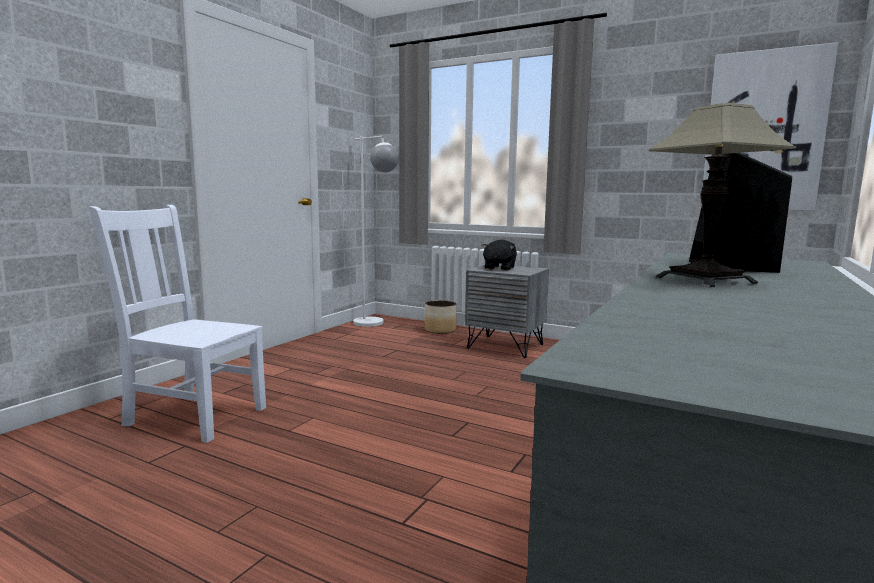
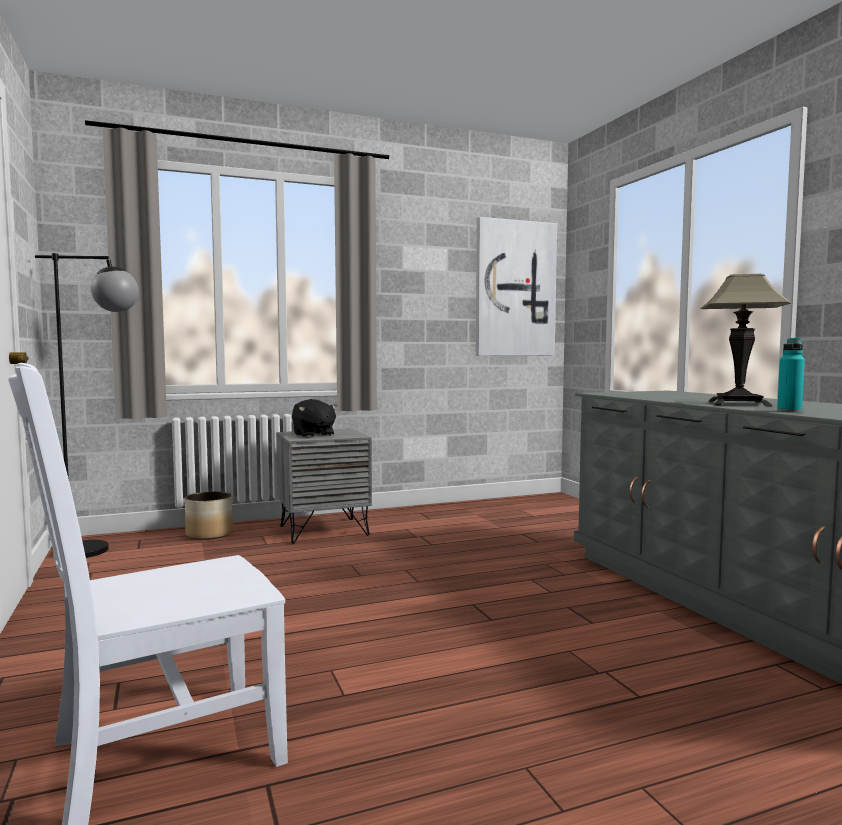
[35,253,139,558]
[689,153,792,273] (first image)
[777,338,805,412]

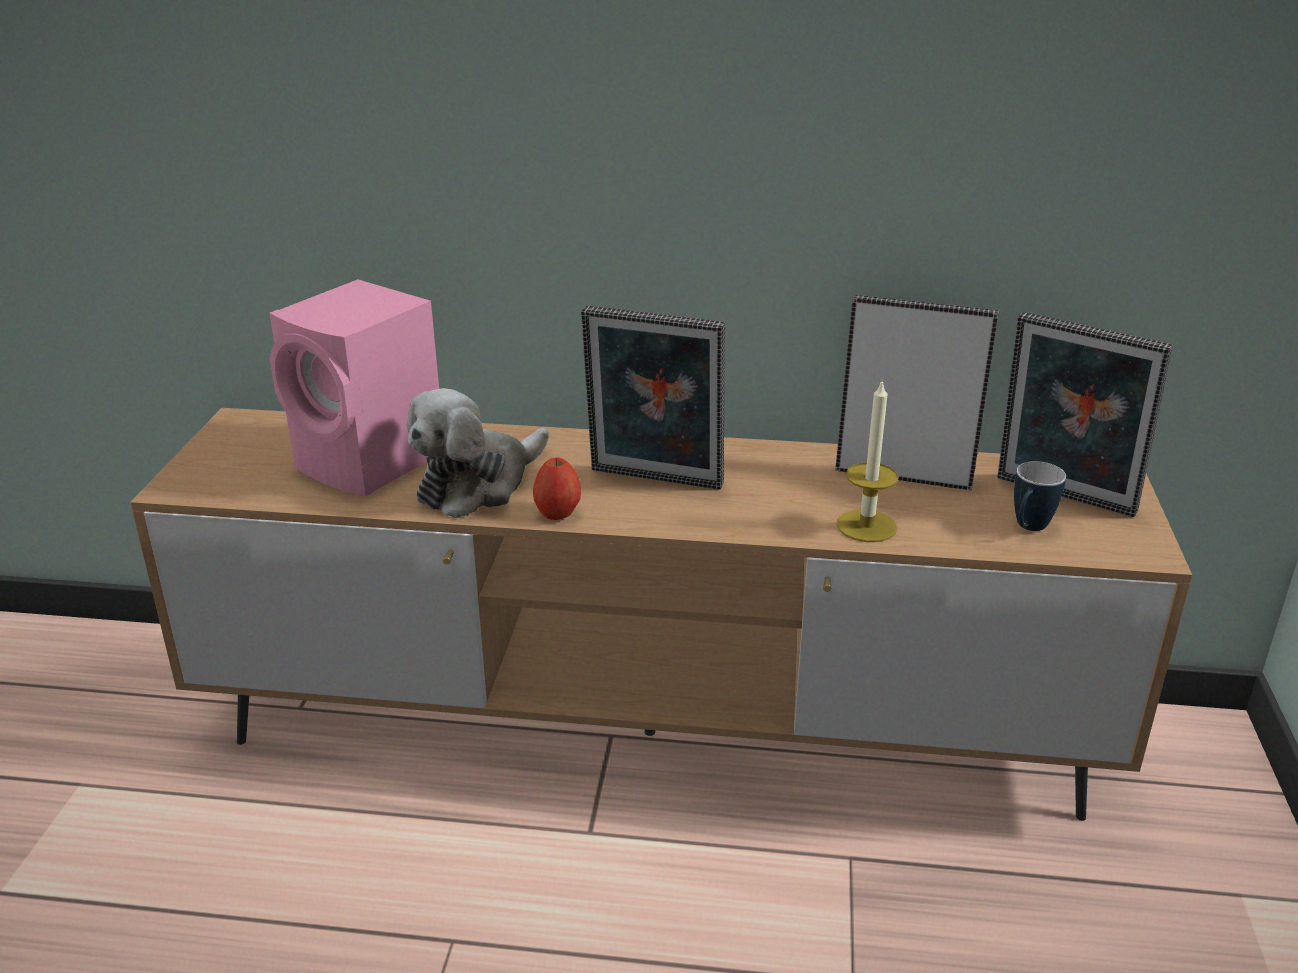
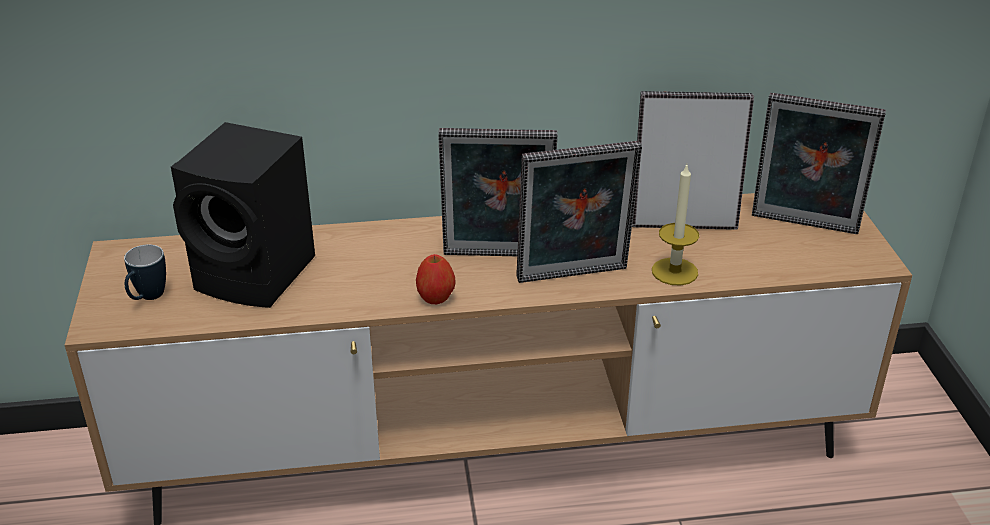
[171,122,315,308]
[406,388,549,518] (first image)
[124,245,166,300]
[517,141,642,283]

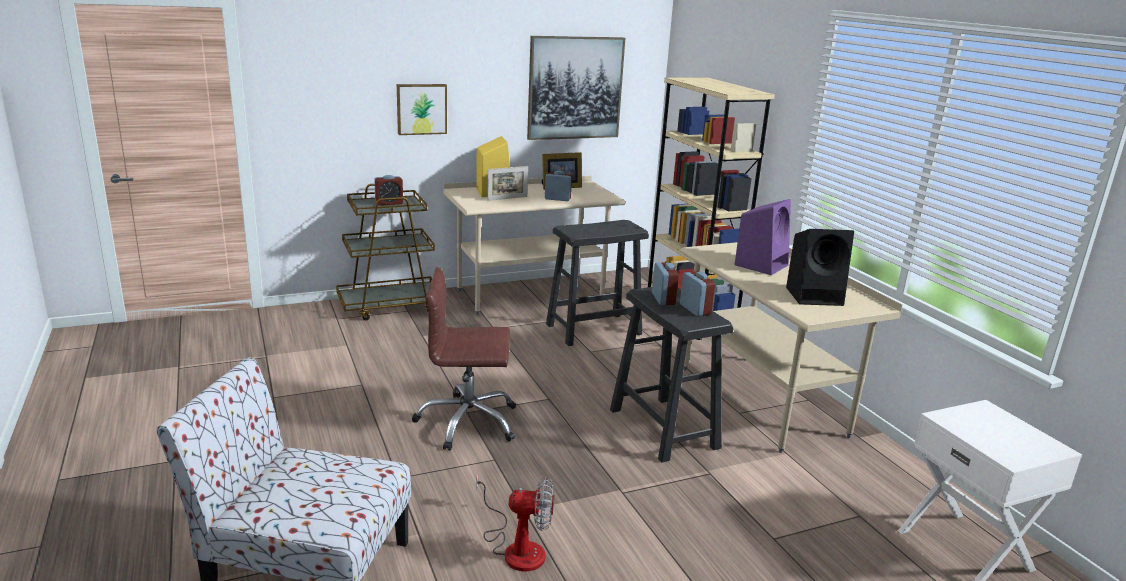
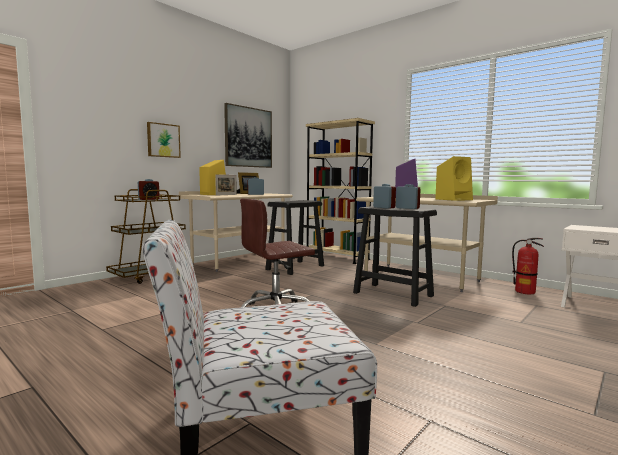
[435,156,473,201]
[476,472,554,571] (first image)
[512,238,544,294]

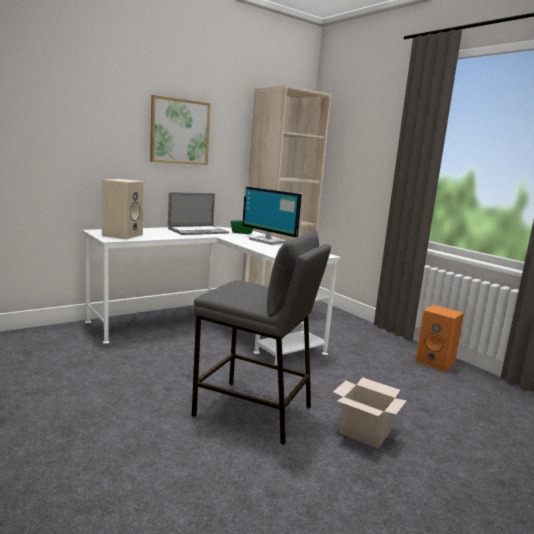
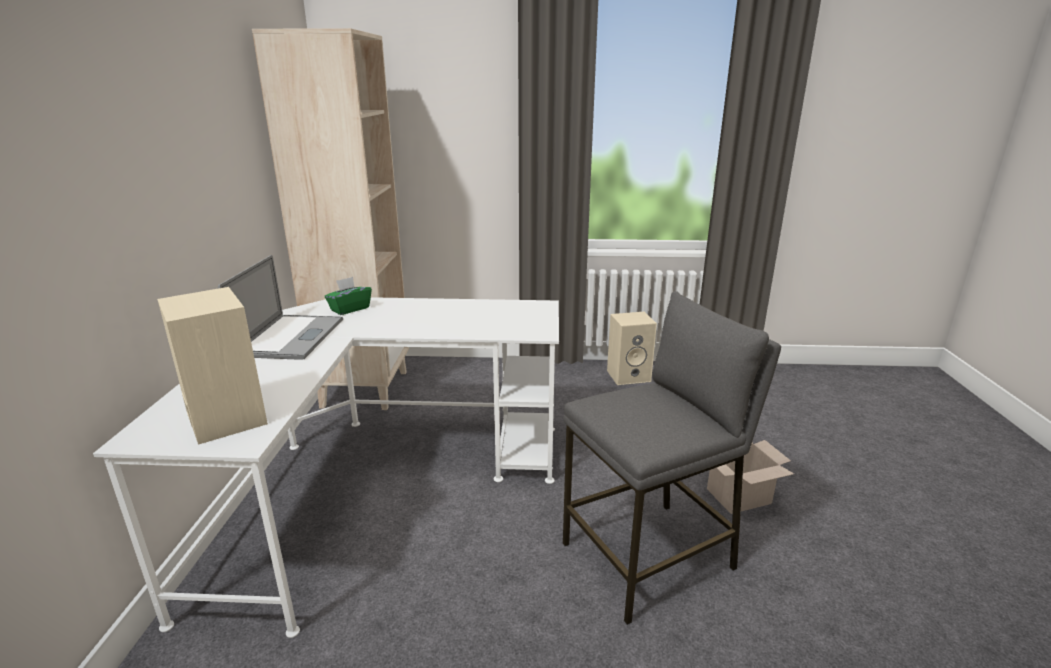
[150,95,211,165] (first image)
[242,186,303,245] (first image)
[607,312,657,385]

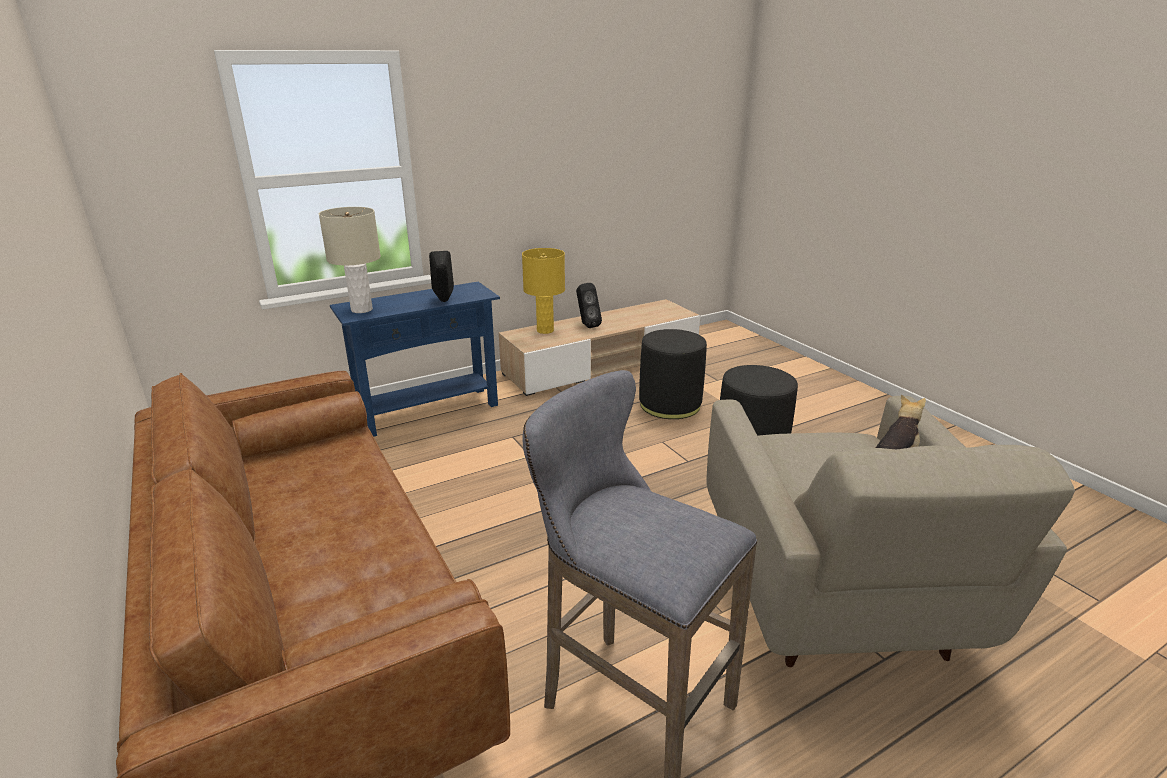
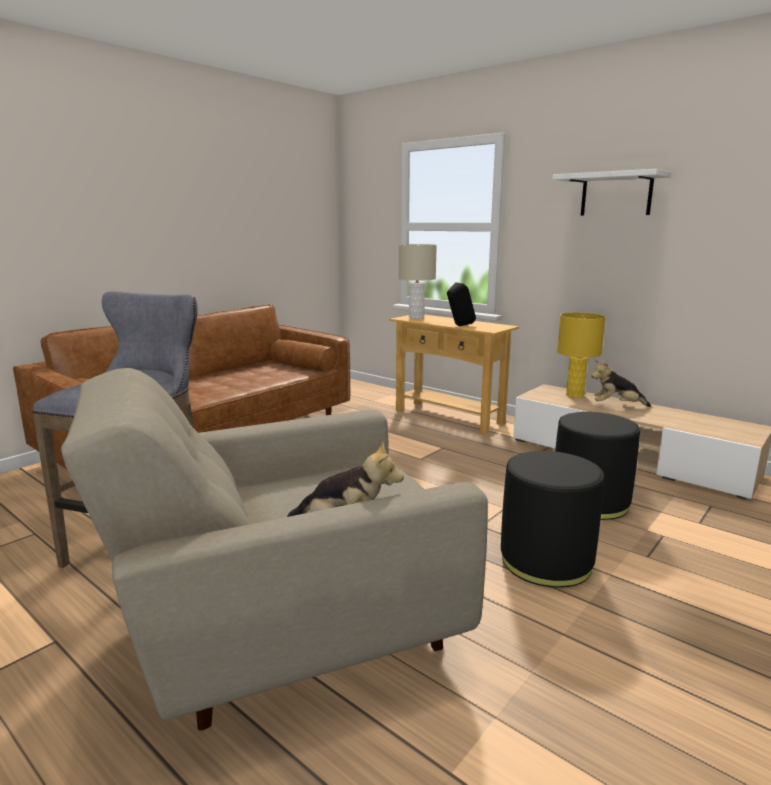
[389,315,519,434]
[591,360,651,407]
[552,169,671,215]

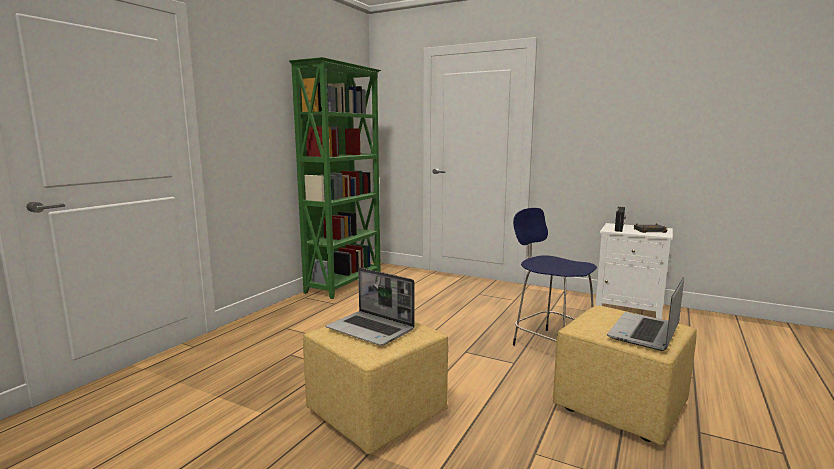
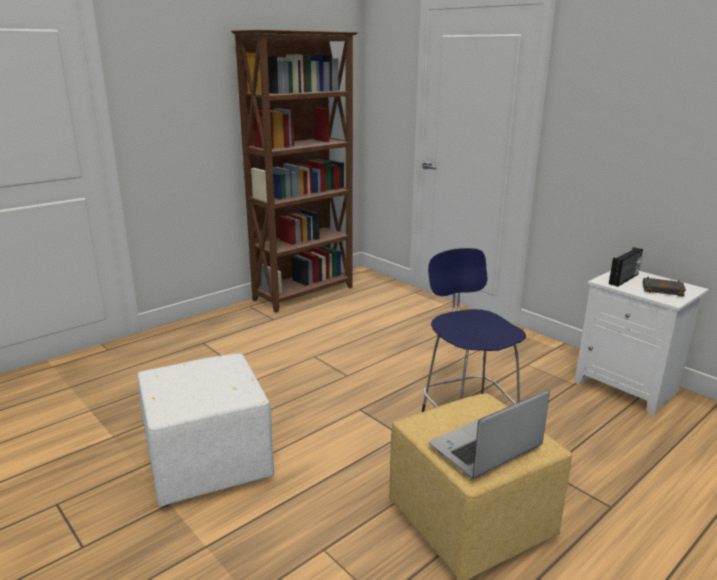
[231,30,358,313]
[326,268,415,346] (first image)
[137,353,274,507]

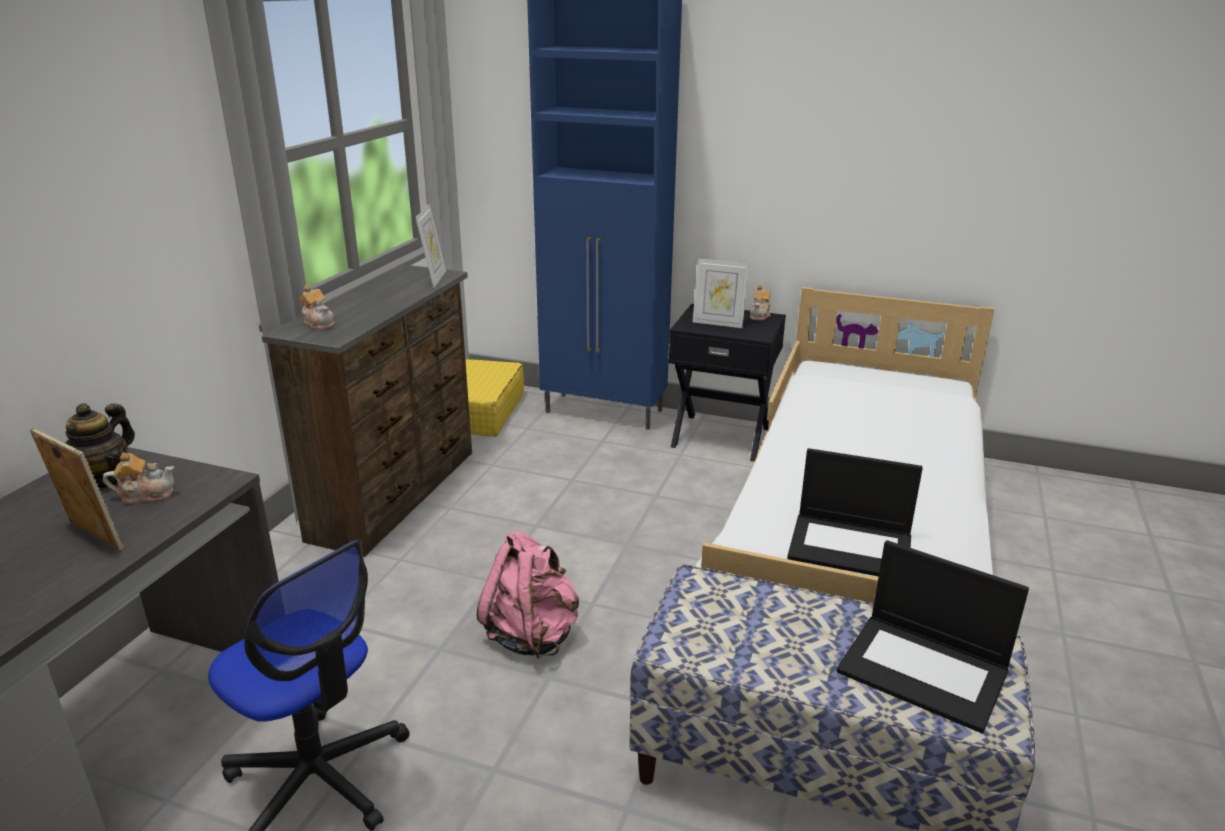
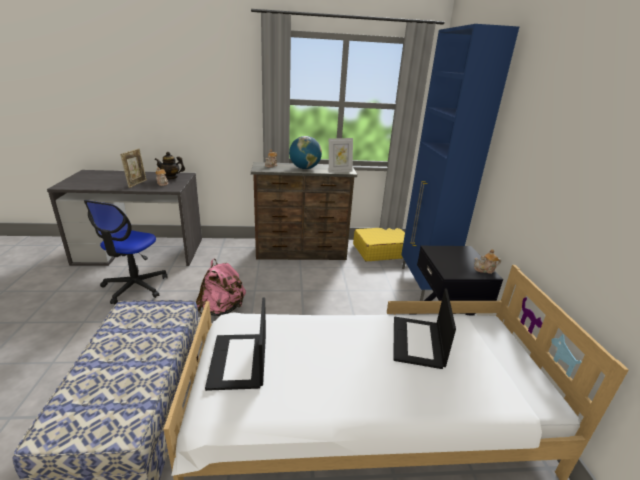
[693,259,749,328] (first image)
[393,289,456,369]
[289,136,322,169]

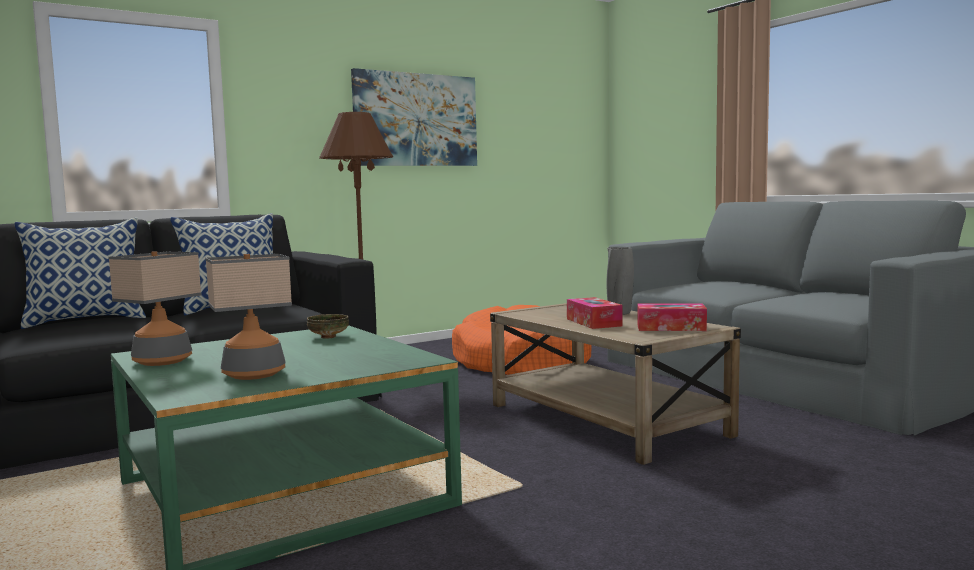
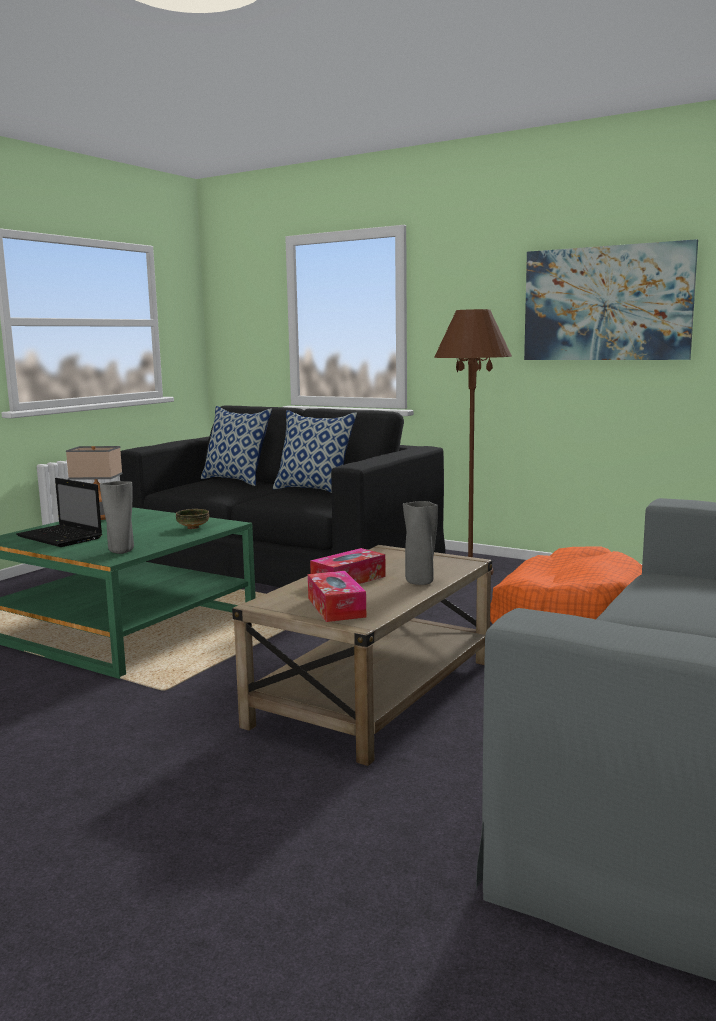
[16,478,102,547]
[100,481,134,554]

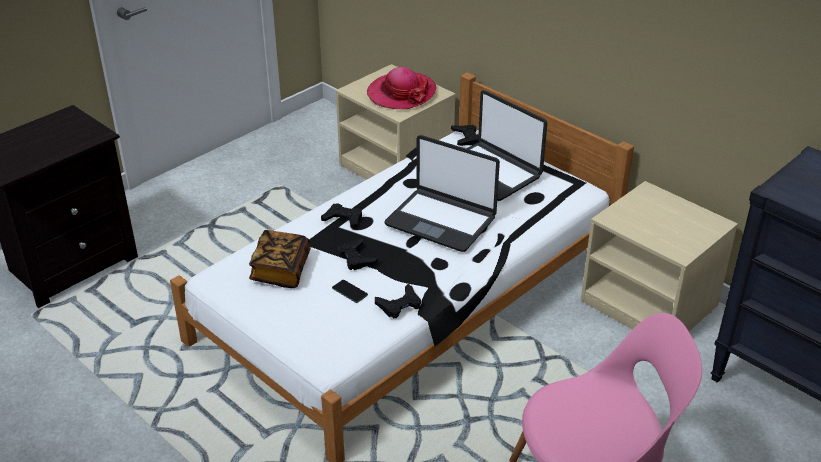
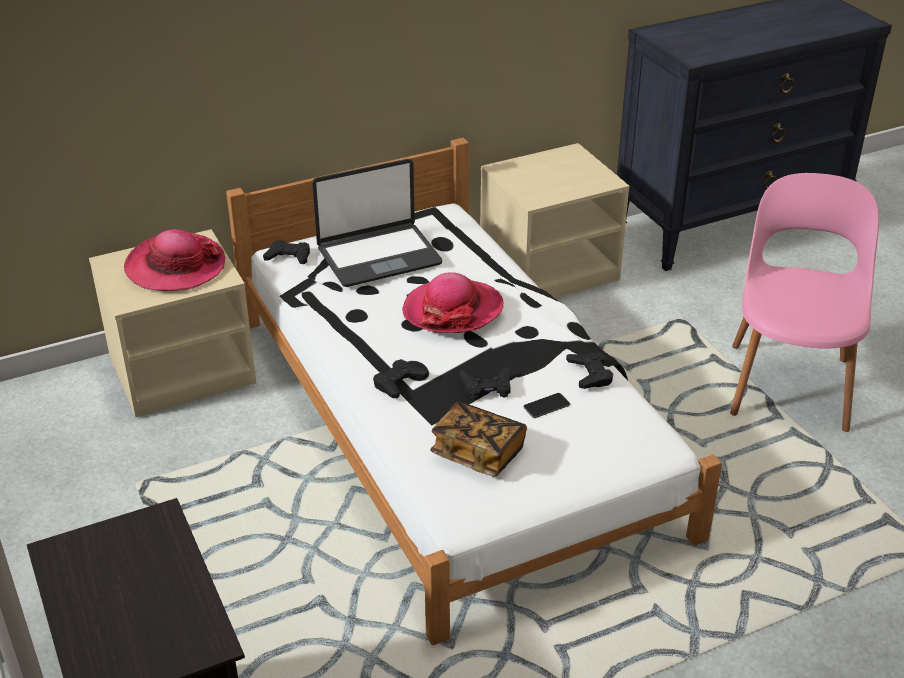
[402,272,504,333]

